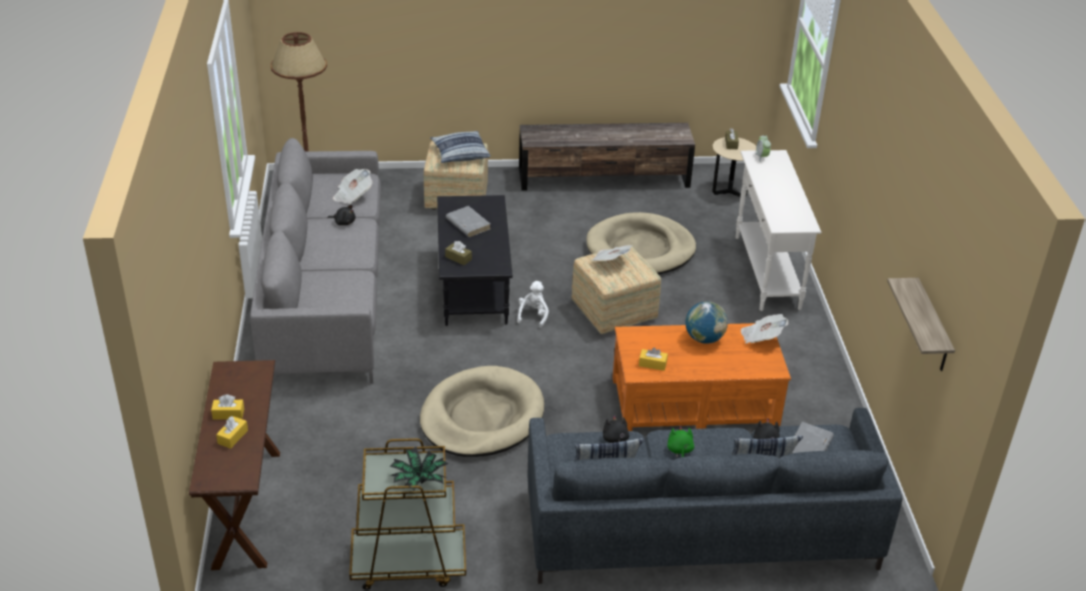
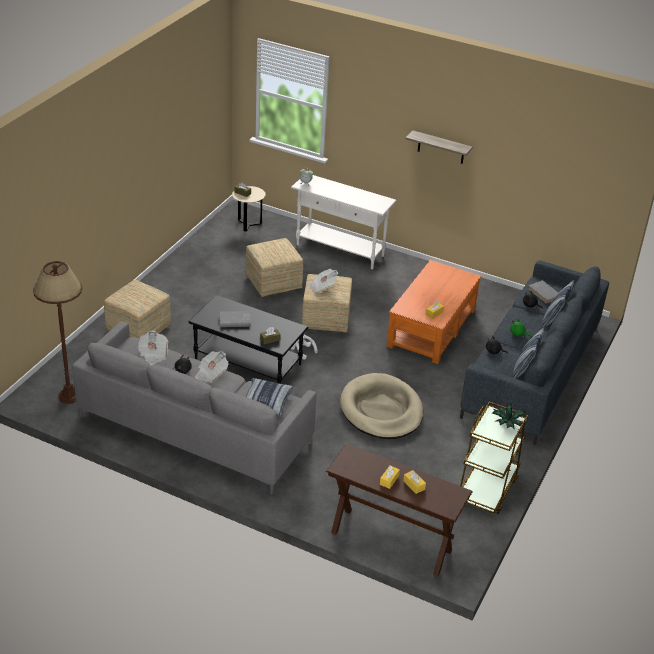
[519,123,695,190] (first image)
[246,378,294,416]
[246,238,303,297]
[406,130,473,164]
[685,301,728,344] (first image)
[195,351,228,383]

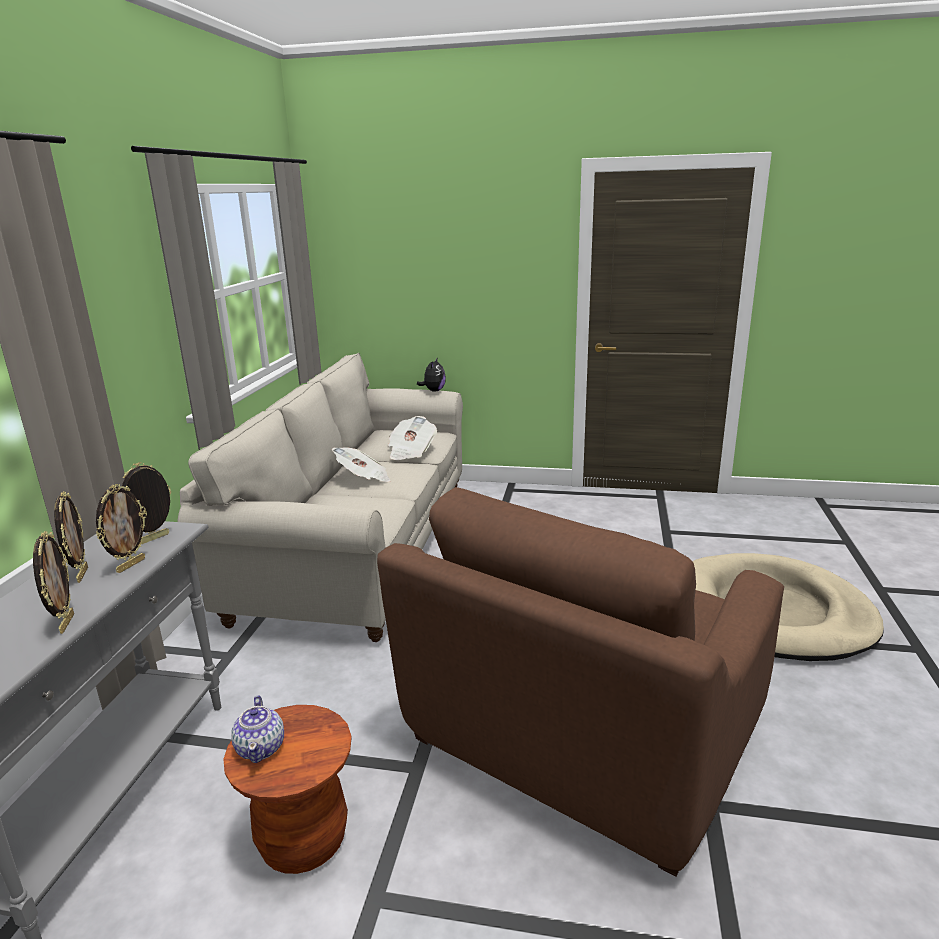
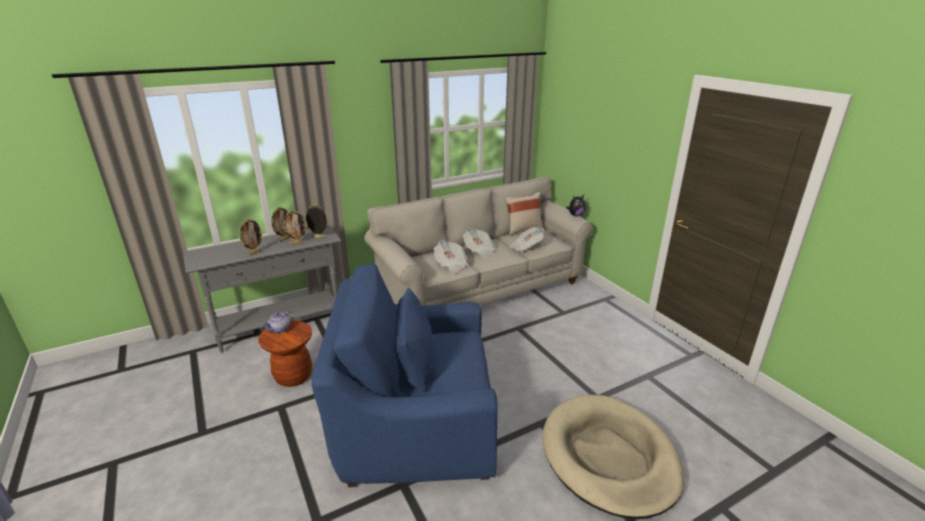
[311,264,498,487]
[504,192,544,236]
[434,240,469,273]

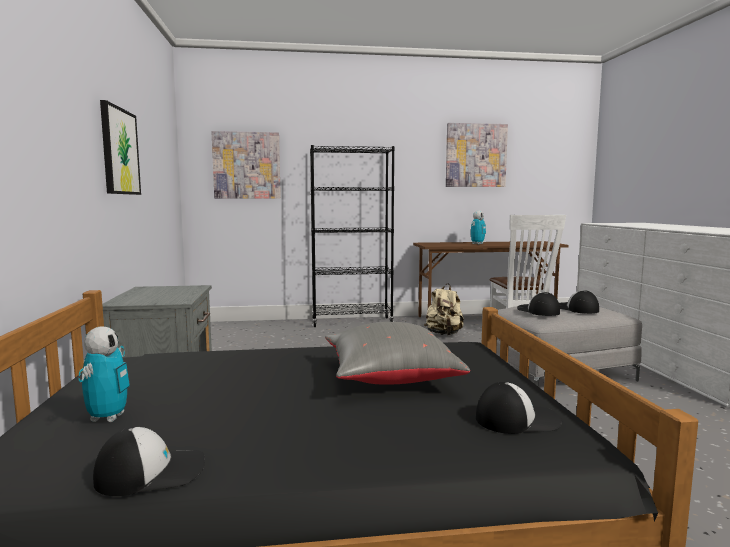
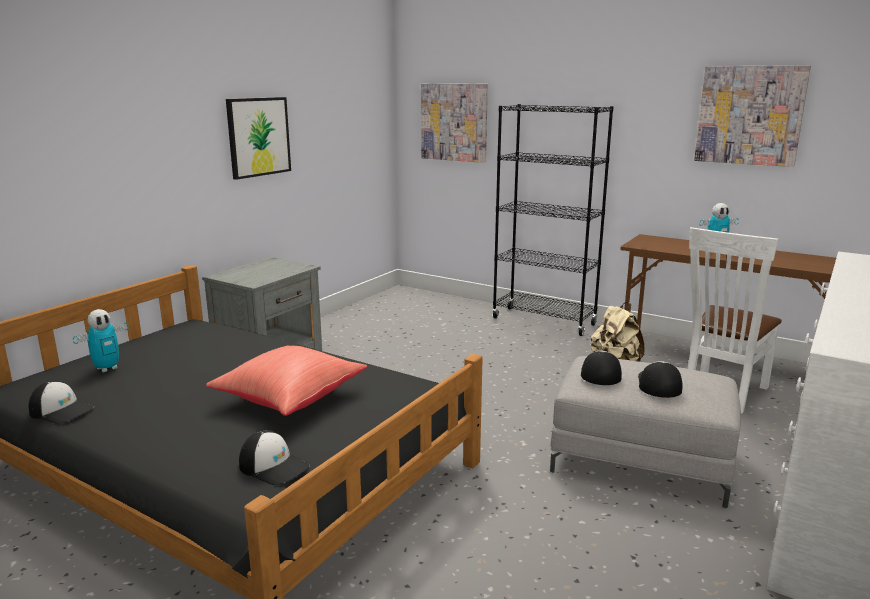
[206,345,367,416]

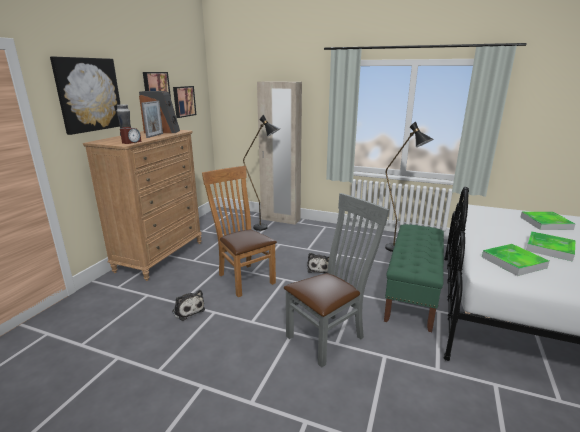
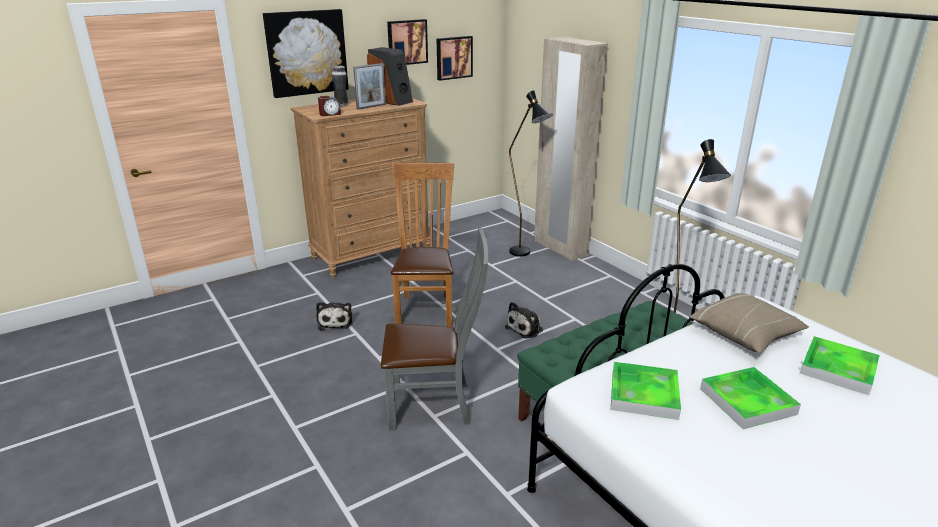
[690,293,809,353]

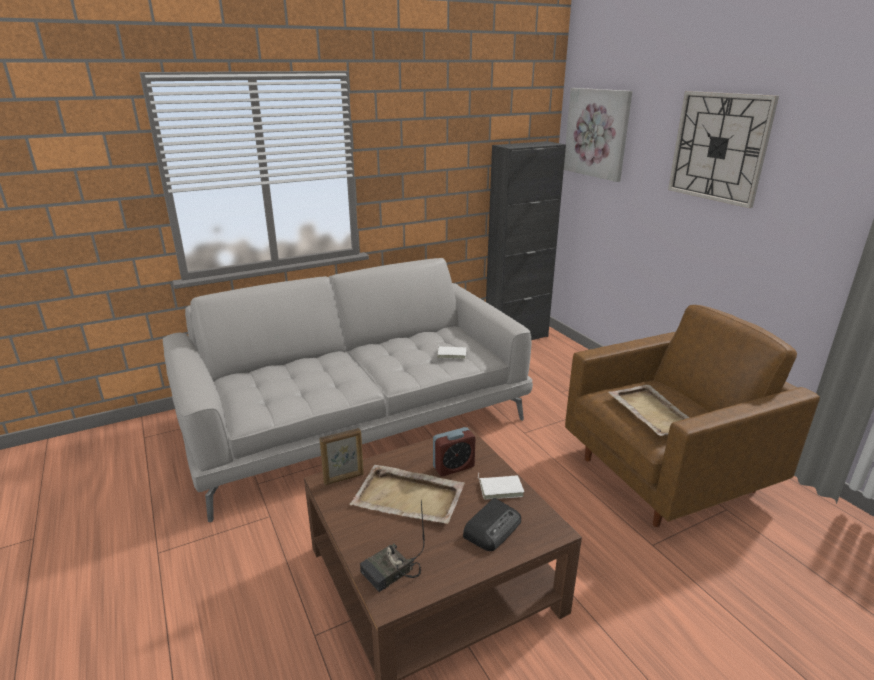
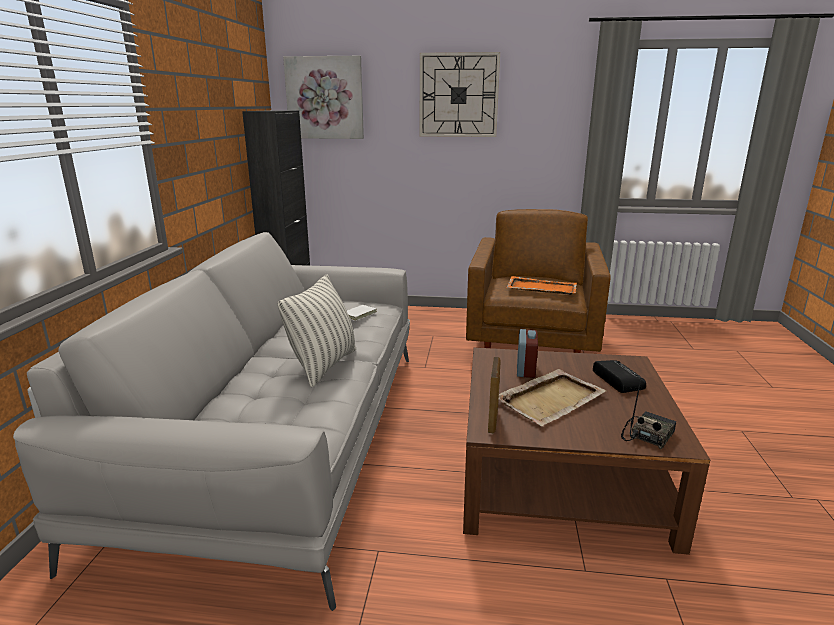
[507,276,577,295]
[478,474,524,499] (first image)
[621,379,676,449]
[278,274,356,388]

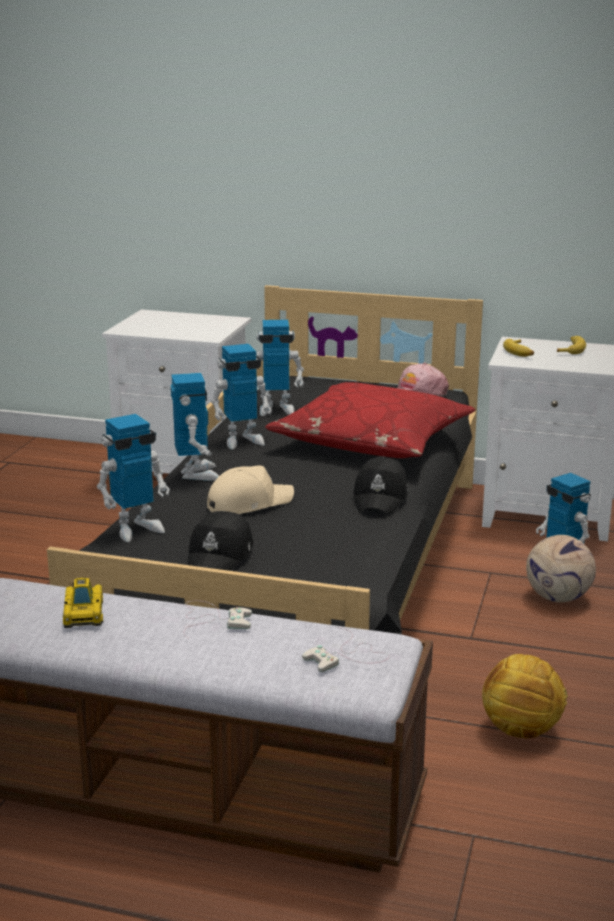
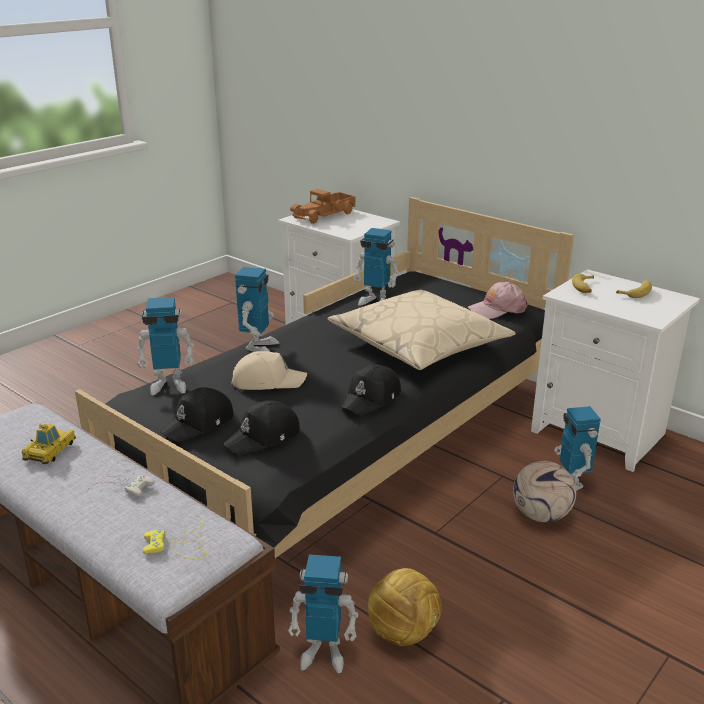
[288,554,358,673]
[328,290,515,370]
[143,515,207,559]
[290,189,356,224]
[223,400,300,456]

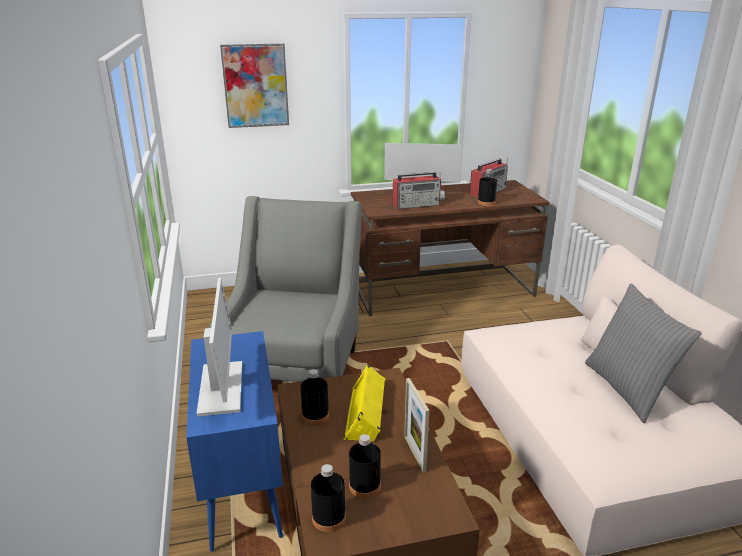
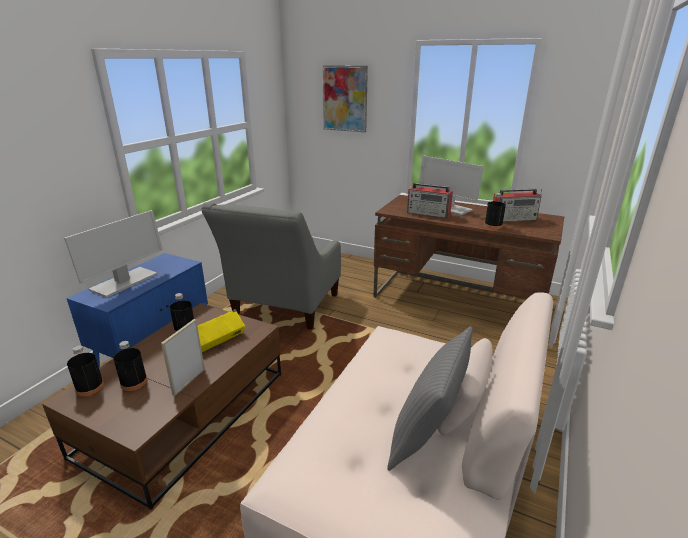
[202,202,341,329]

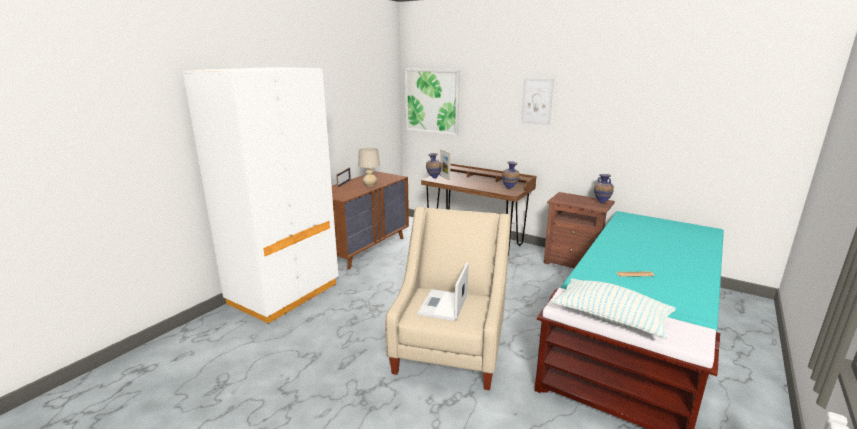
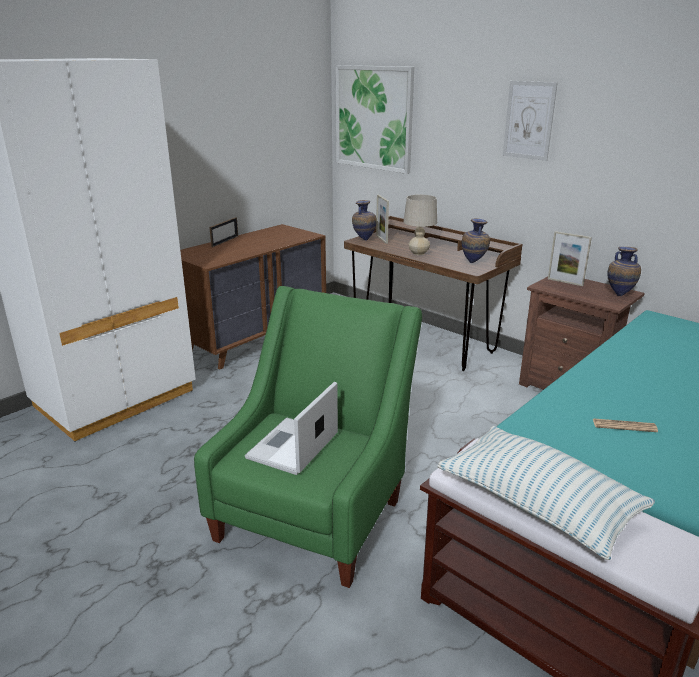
[404,194,437,255]
[194,286,422,588]
[548,231,592,286]

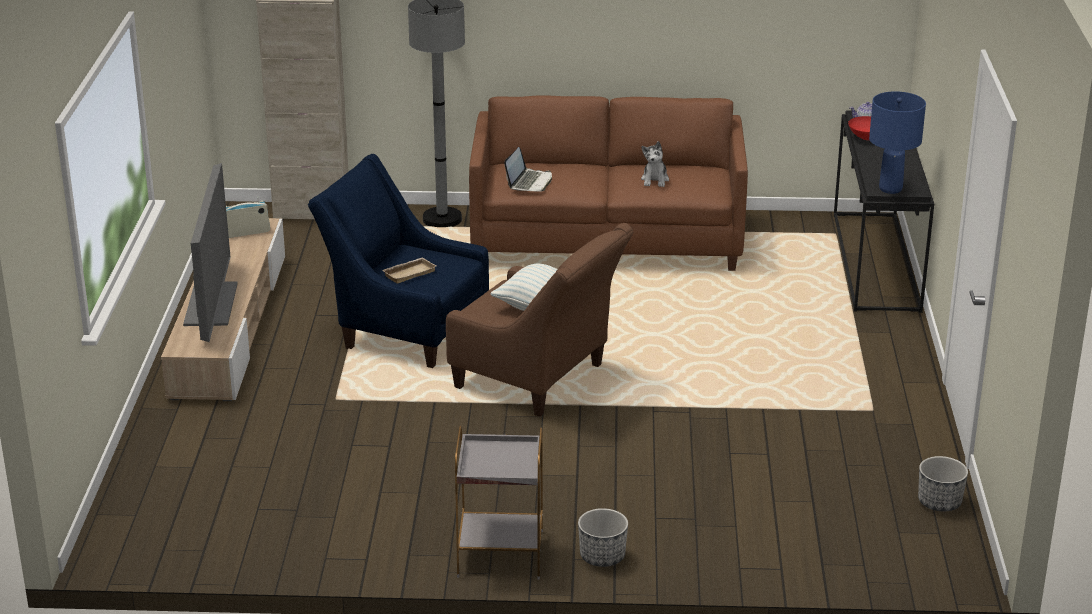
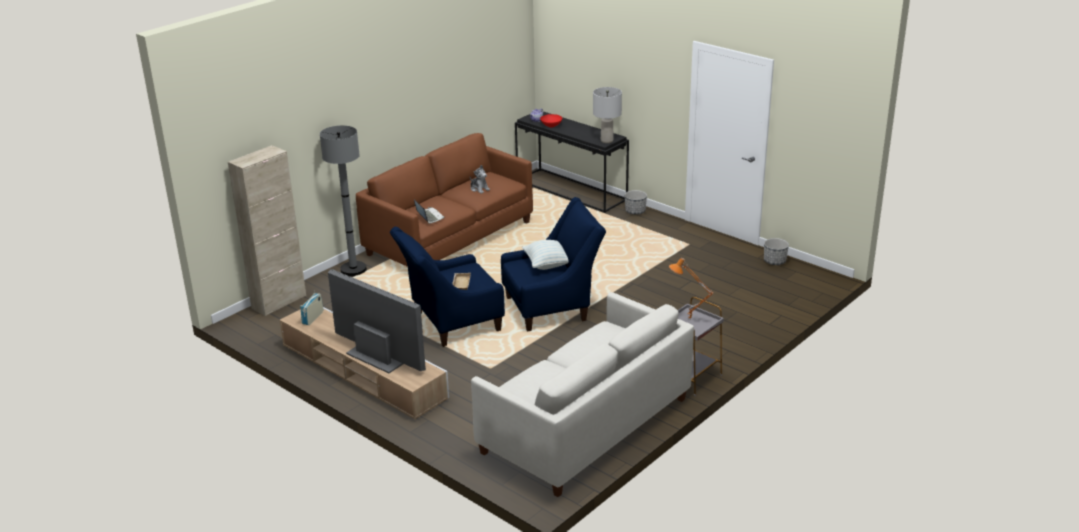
[593,87,622,143]
[501,197,606,331]
[625,190,647,215]
[669,258,714,320]
[471,292,694,497]

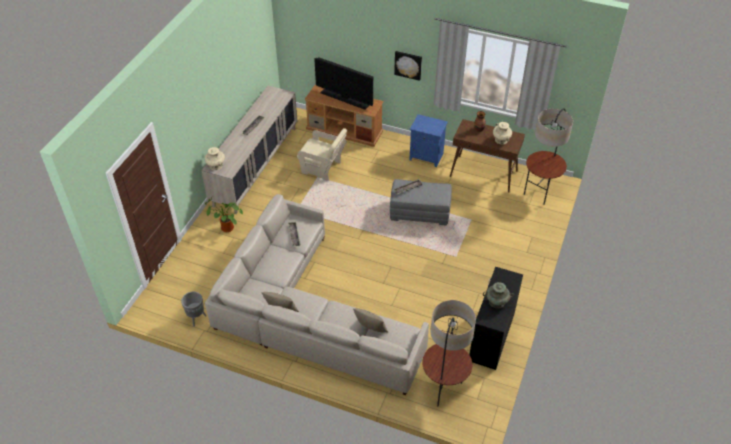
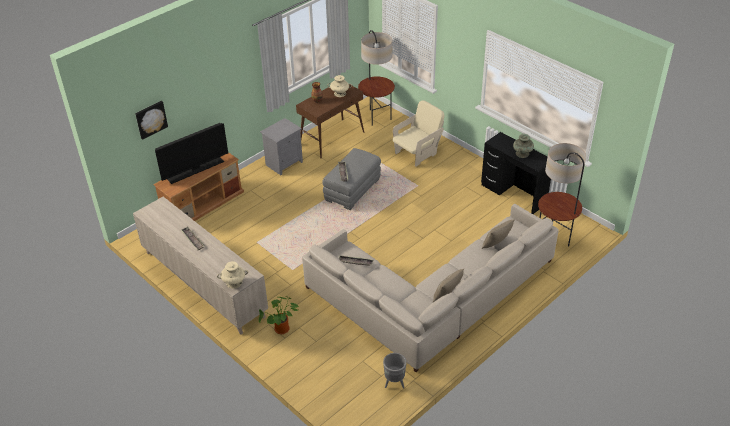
[135,101,168,140]
[260,118,303,175]
[393,100,444,167]

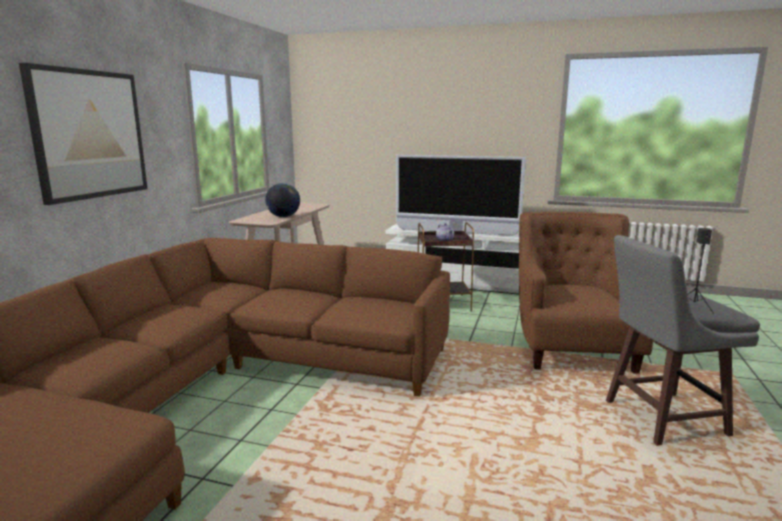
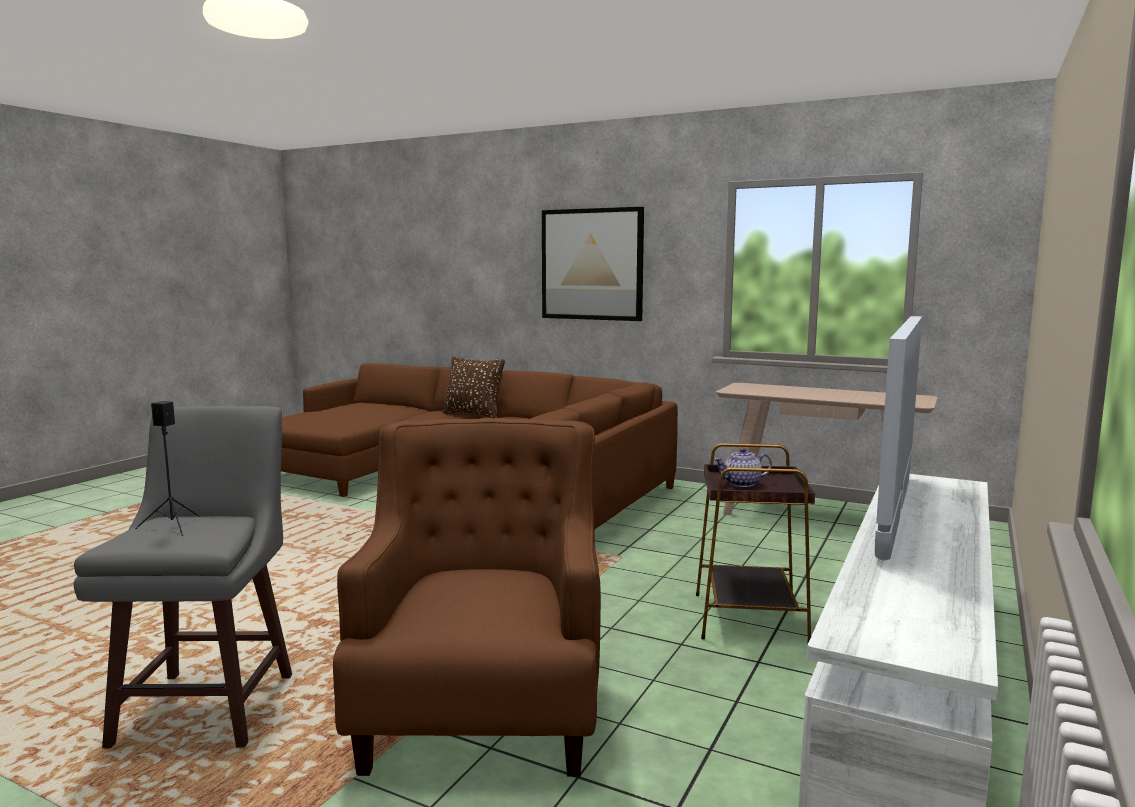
[265,183,300,217] (first image)
[333,418,601,777]
[443,357,505,418]

